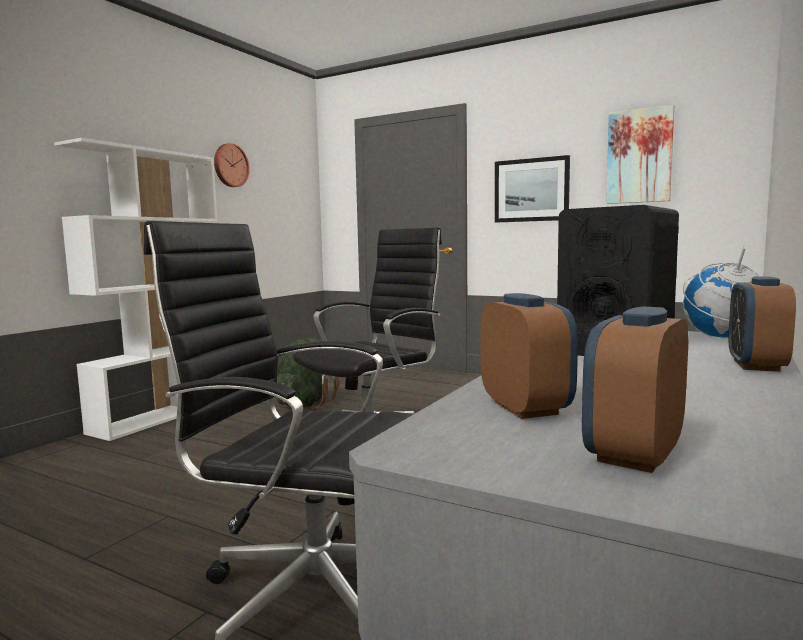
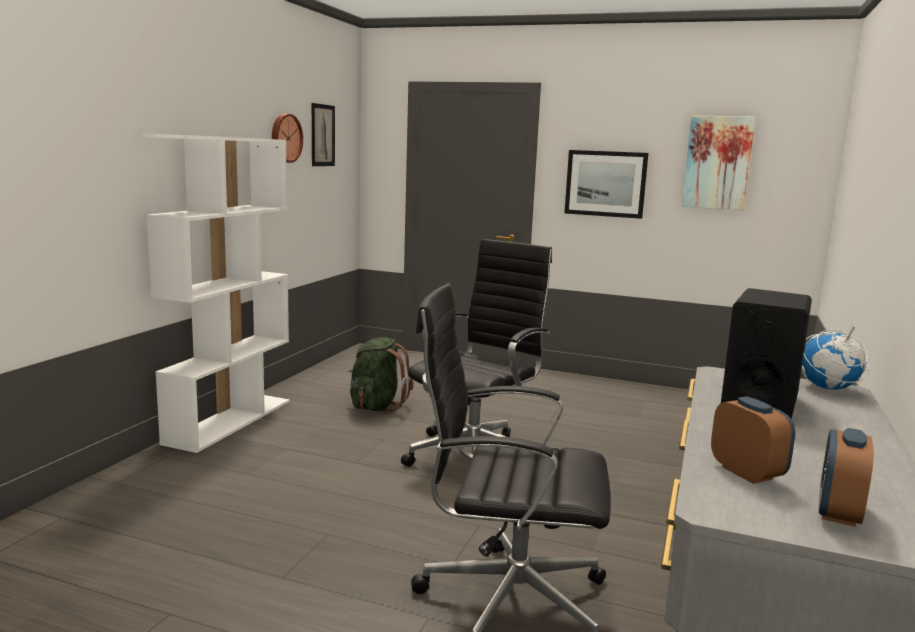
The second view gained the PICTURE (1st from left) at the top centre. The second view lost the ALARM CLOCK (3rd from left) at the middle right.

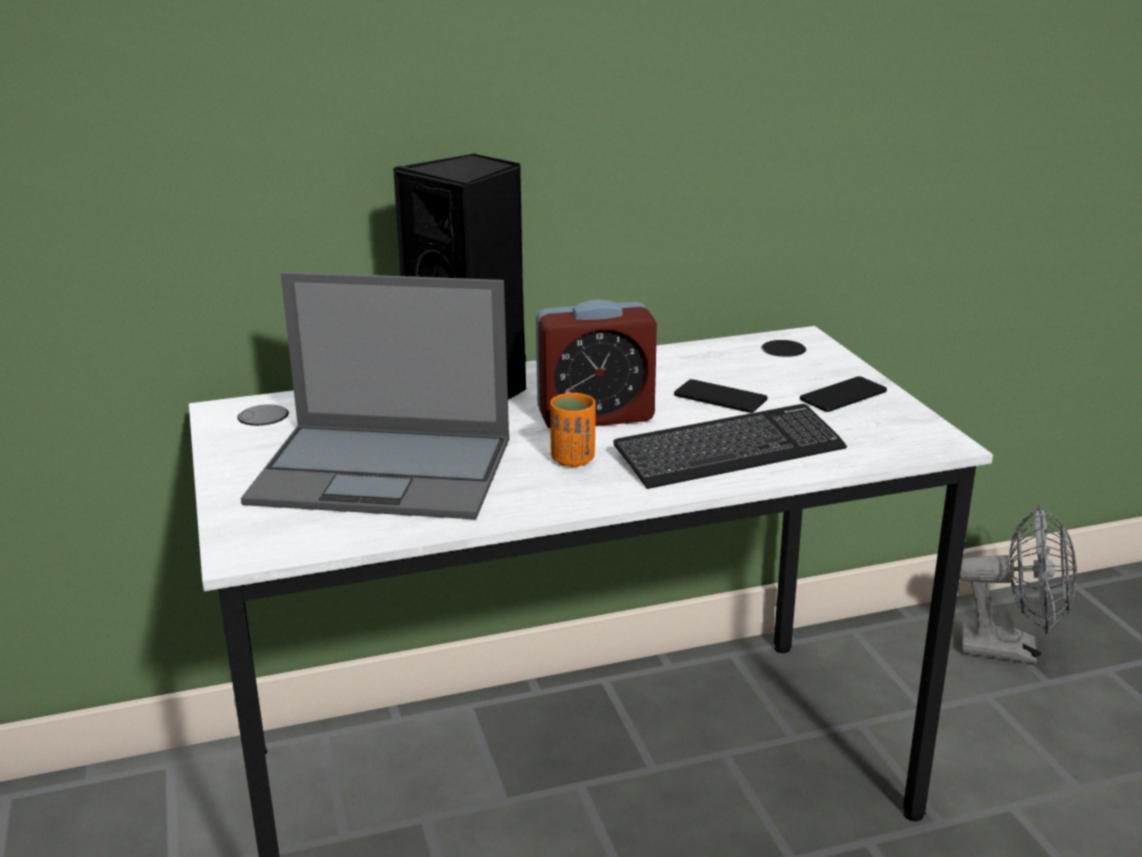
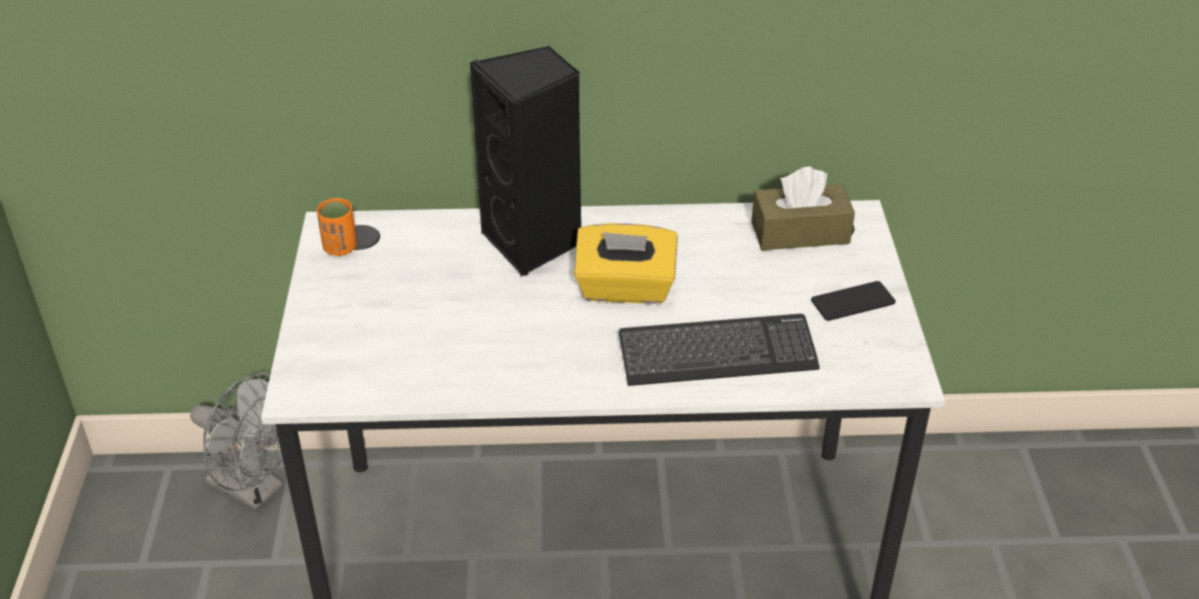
The GREY FAN ended up elsewhere, having gone from the bottom right to the bottom left. The ORANGE CUP ended up elsewhere, having gone from the centre to the middle left. Where the ALARM CLOCK stood at the centre, the YELLOW TISSUE BOX came to stand at the centre. The second view gained the BROWN TISSUE BOX at the middle right. The second view lost the LAPTOP at the middle left. The second view lost the PHONE (1st from left) at the centre.

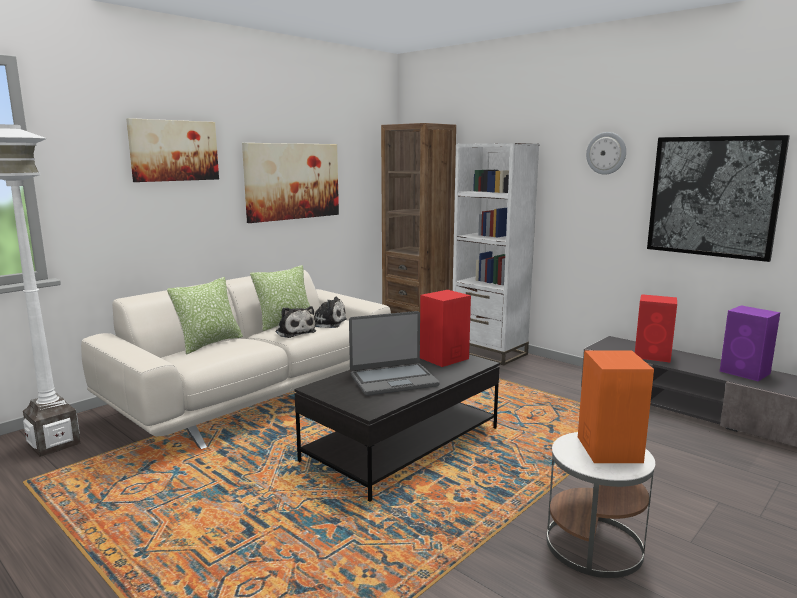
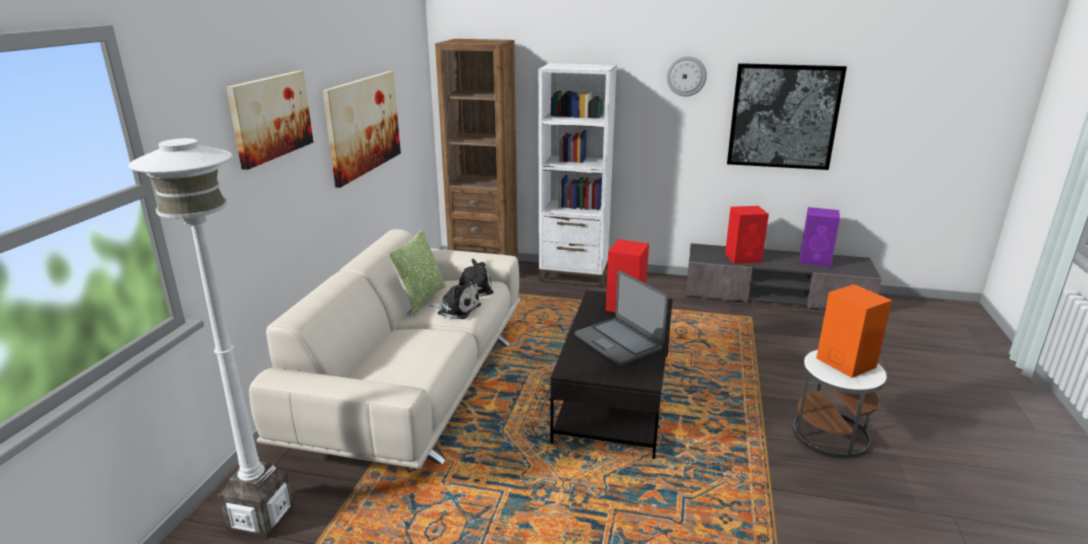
The LAPTOP at the centre ended up facing another way, 105 degrees clockwise from before. The second view lost the PILLOW (1st from left) at the middle left.

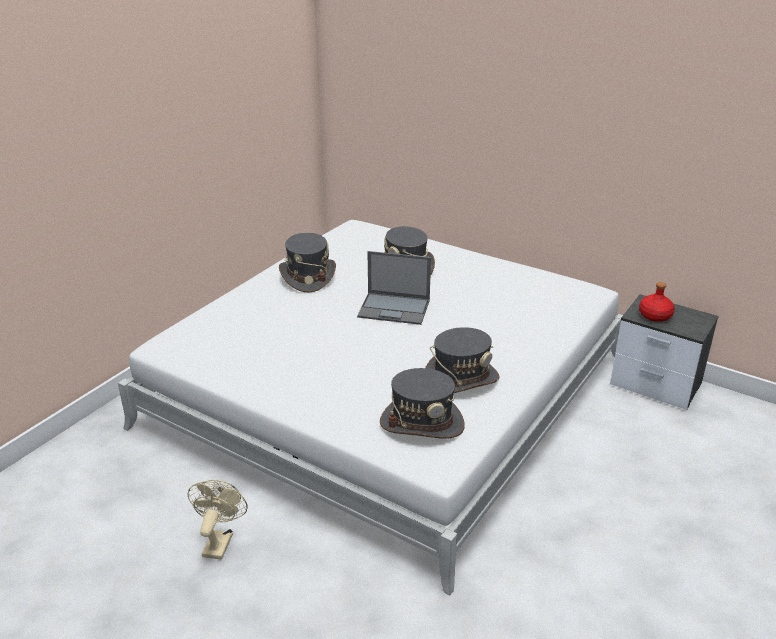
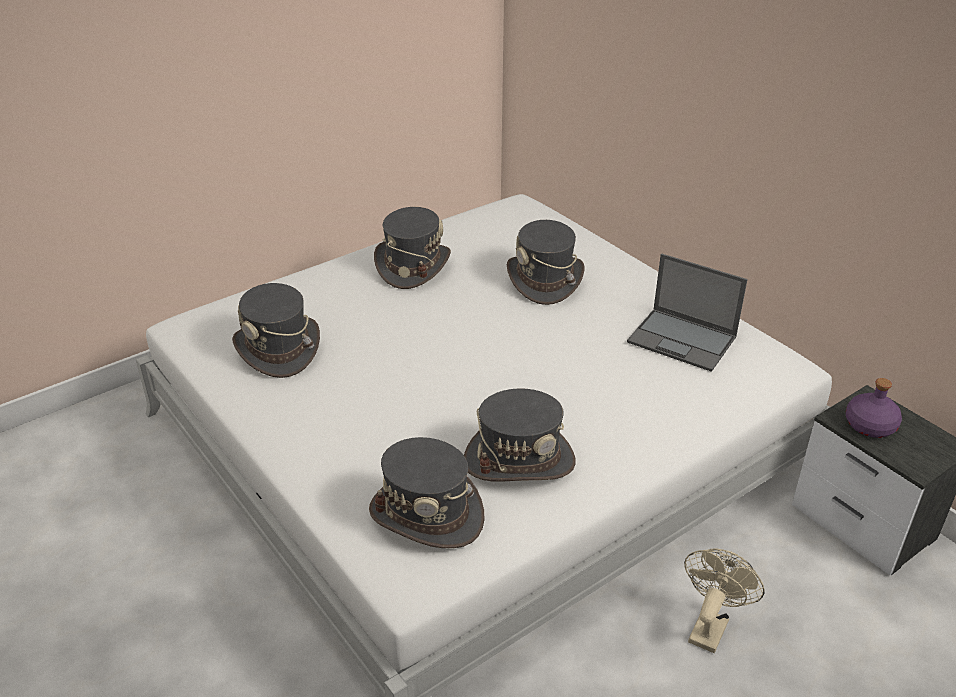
The second view gained the GREY HAT (1st from left) at the middle left. The LAPTOP ended up elsewhere, having gone from the centre to the middle right. The BEIGE FAN ended up elsewhere, having gone from the bottom left to the bottom right. What was the RED BOTTLE at the middle right turned into the PURPLE BOTTLE at the middle right.

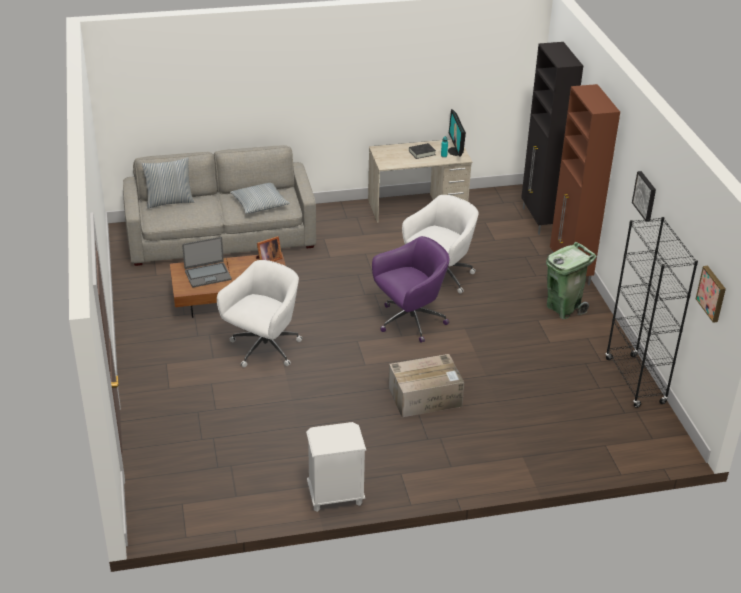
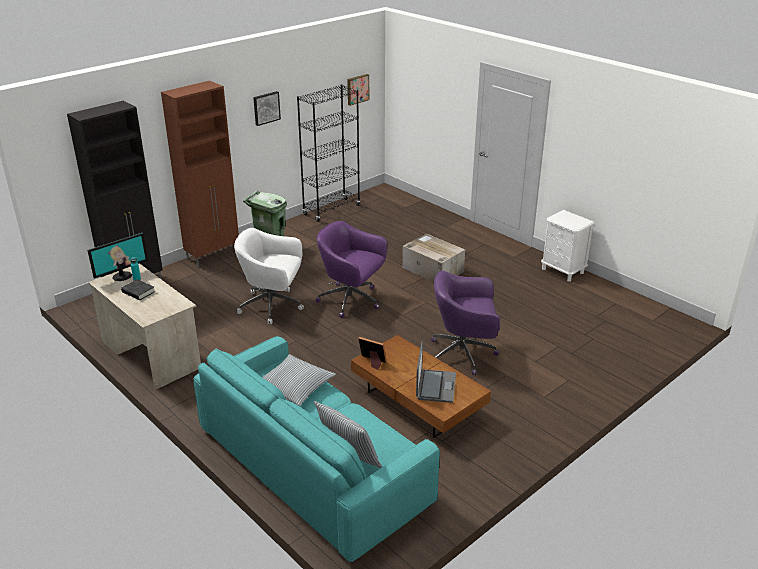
What was the GREY SOFA at the middle left turned into the TURQUOISE SOFA at the bottom centre. The LAPTOP at the middle left ended up facing another way, 60 degrees clockwise from before. What was the WHITE OFFICE CHAIR (1st from left) at the centre turned into the PURPLE OFFICE CHAIR (2nd from left) at the centre.

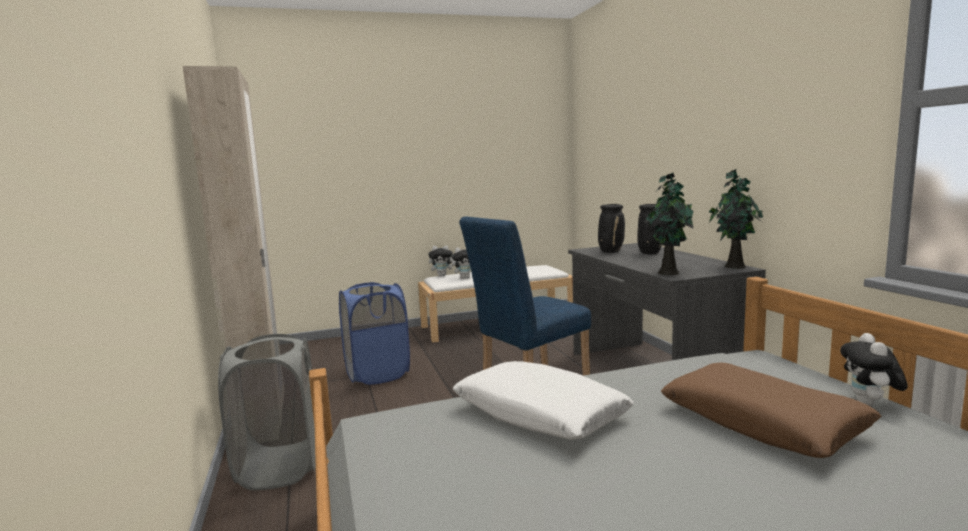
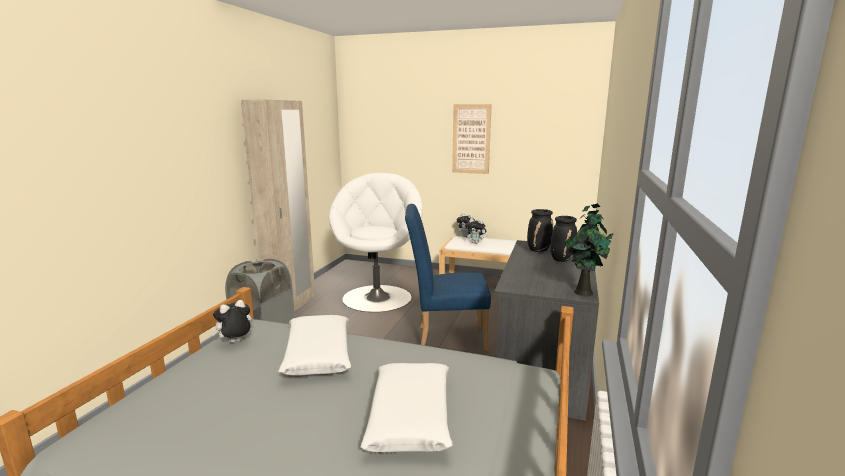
The PLUSH TOY (3rd from left in the first image) ended up elsewhere, having gone from the bottom right to the bottom left. Where the BLUE LAUNDRY BASKET stood at the centre, the WHITE ARMCHAIR came to stand at the centre. What was the BROWN PILLOW at the bottom right turned into the WHITE PILLOW (2nd from left) at the bottom centre. The second view gained the PICTURE at the top centre. The second view lost the POTTED PLANT (1st from left) at the middle right.

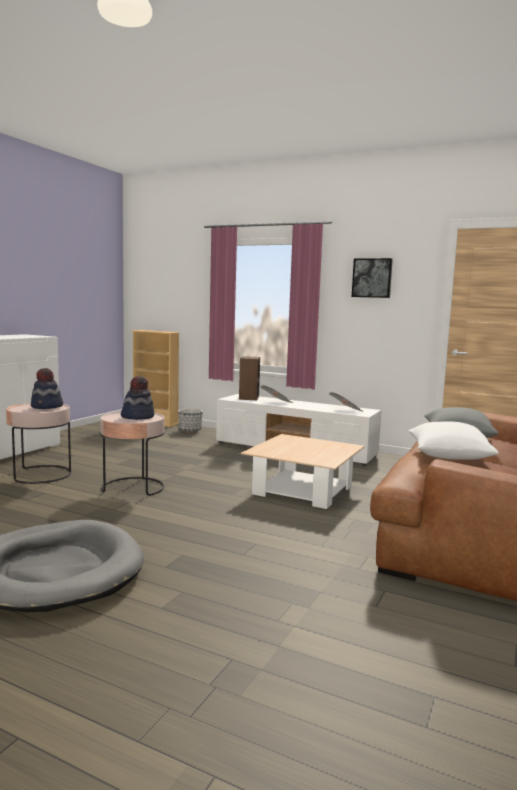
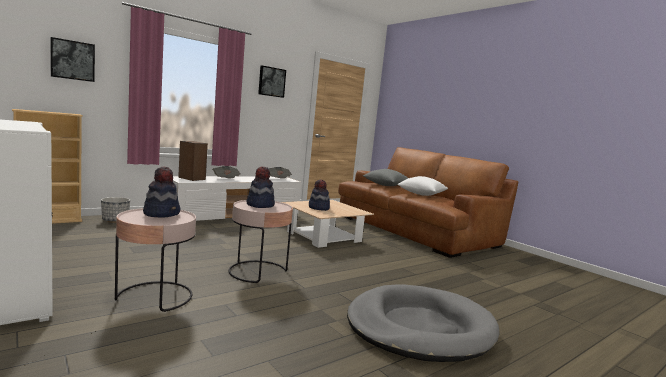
The second view gained the PICTURE (1st from left) at the top left. The second view gained the HAT (3rd from left) at the centre.

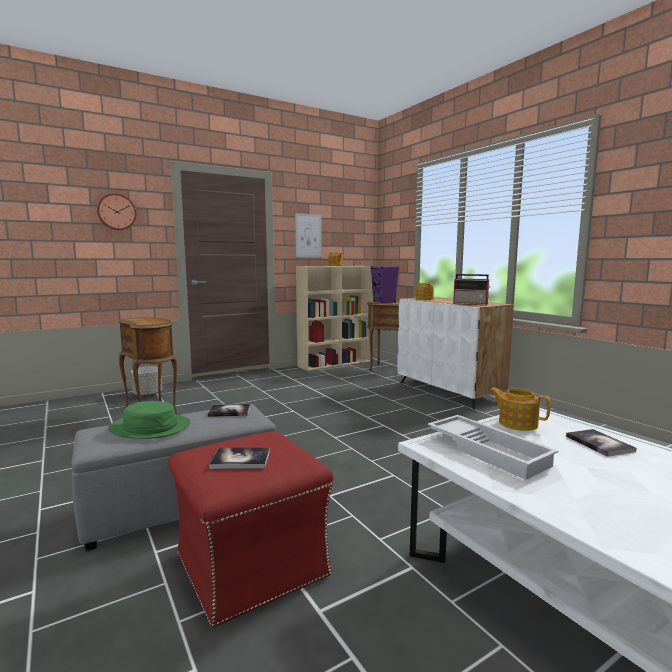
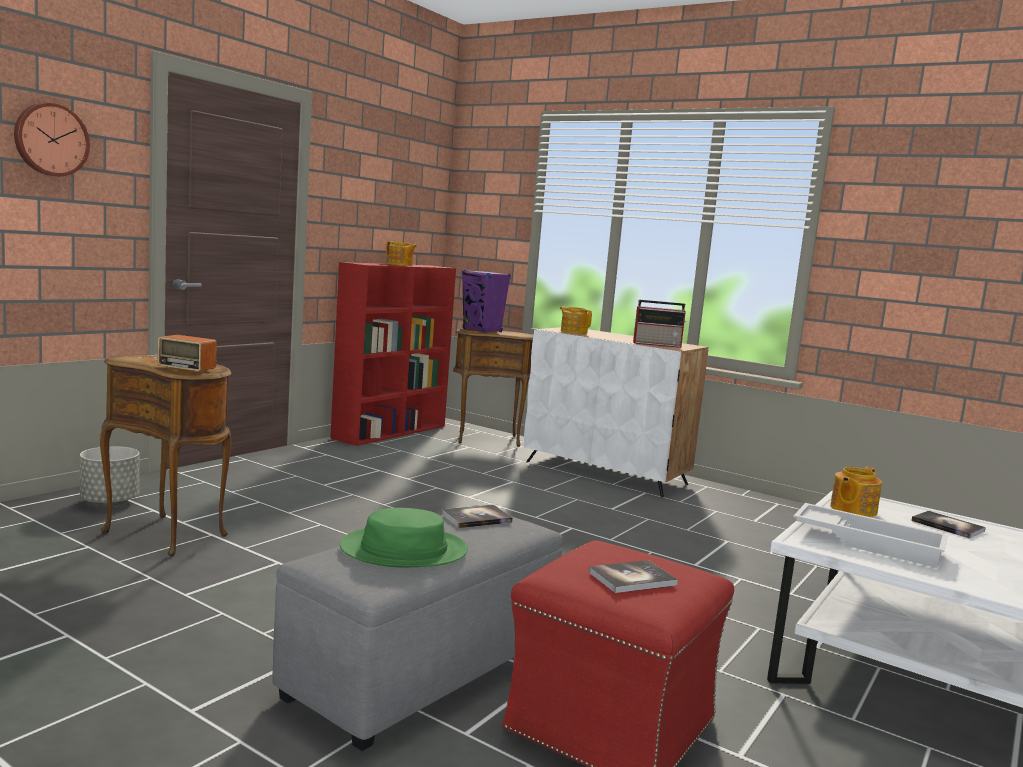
The second view gained the RADIO (1st from left) at the middle left. What was the BEIGE BOOKCASE at the centre turned into the RED BOOKCASE at the centre. The TEAPOT (3rd from left) at the middle right ended up facing another way, 60 degrees counterclockwise from before. The second view lost the PICTURE at the centre.

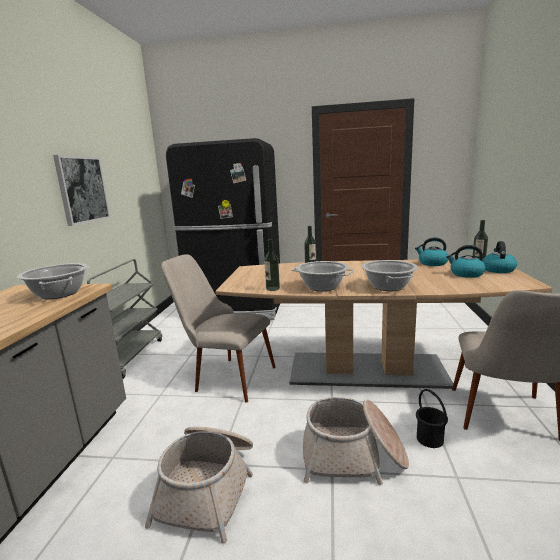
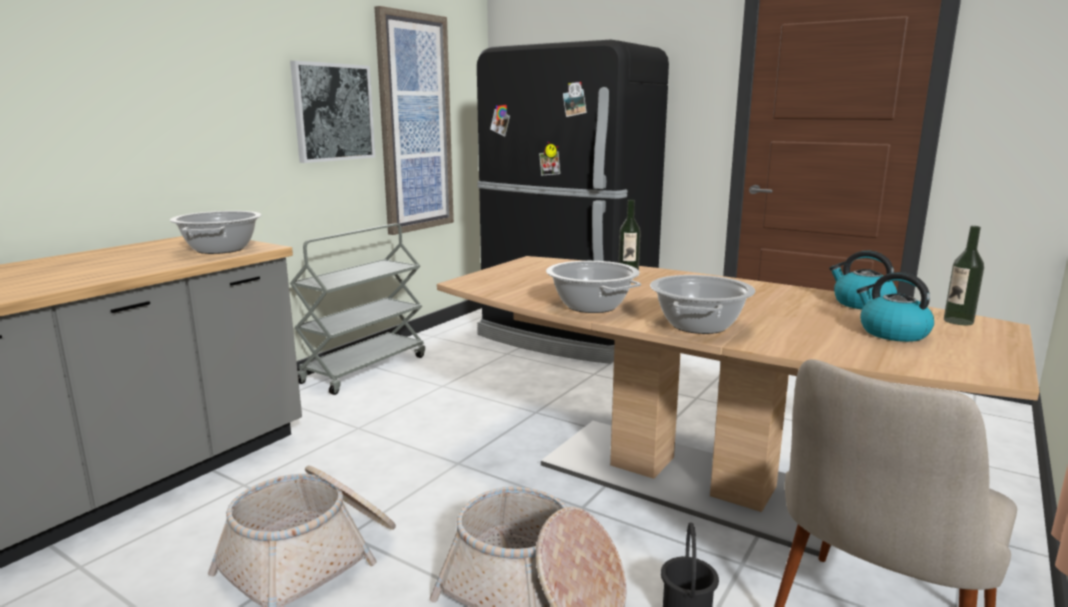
The second view gained the PICTURE (2nd from left) at the top centre. The second view lost the BEIGE CHAIR (1st from left) at the centre. The second view lost the BOTTLE (1st from left) at the centre. The second view lost the KETTLE (3rd from left) at the middle right.

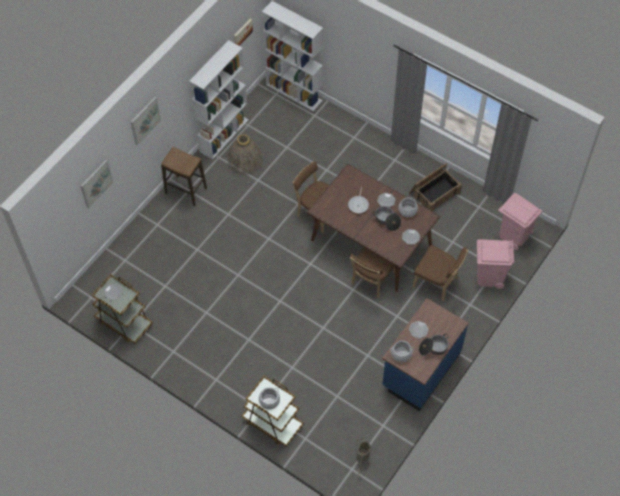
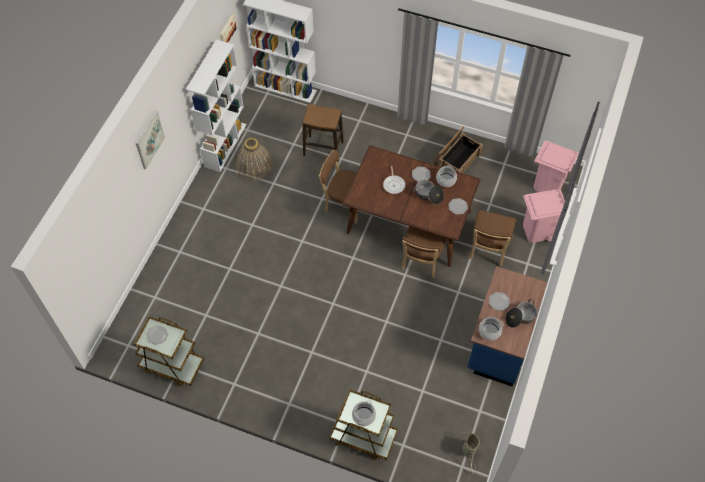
The STOOL ended up elsewhere, having gone from the middle left to the top centre. The BROWN CHAIR (3rd from left) at the middle right ended up facing another way, 90 degrees clockwise from before. The second view lost the PICTURE (1st from left) at the middle left.

